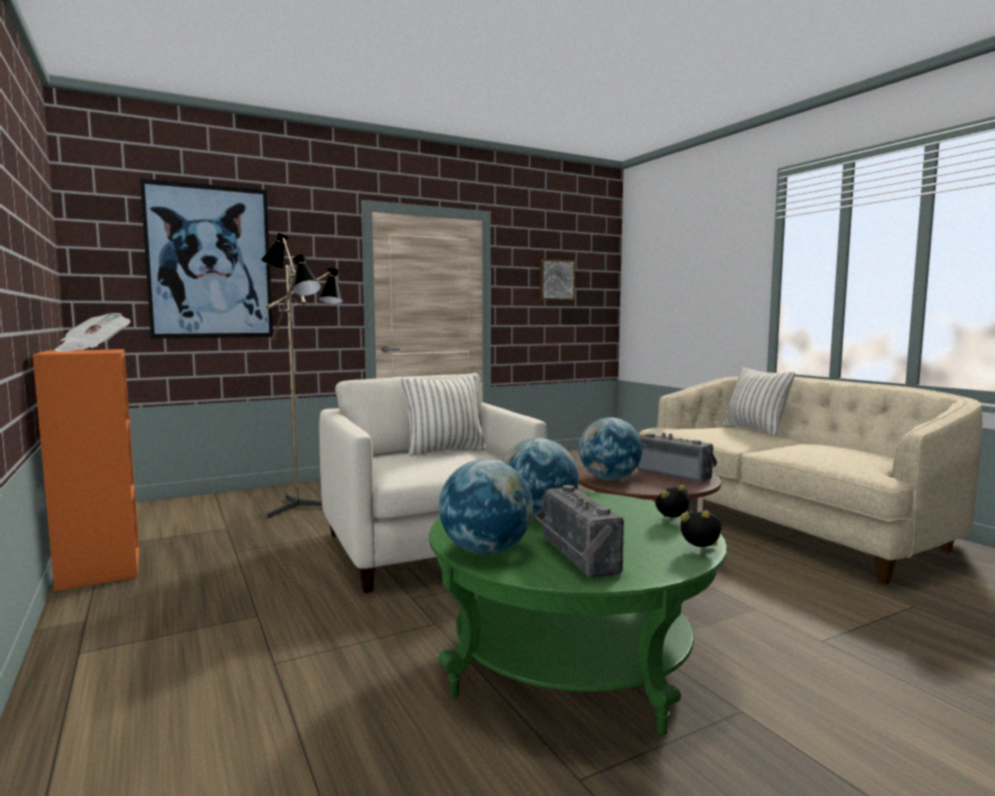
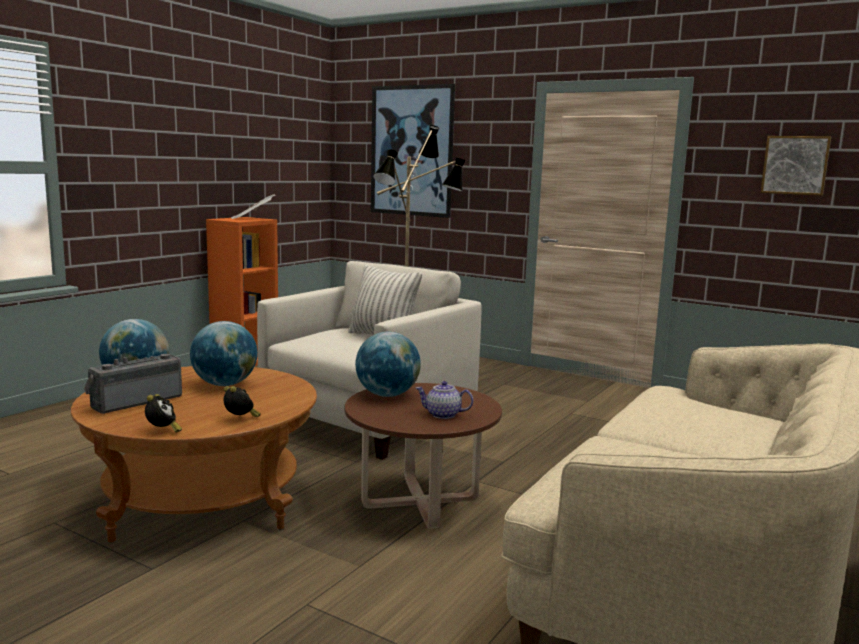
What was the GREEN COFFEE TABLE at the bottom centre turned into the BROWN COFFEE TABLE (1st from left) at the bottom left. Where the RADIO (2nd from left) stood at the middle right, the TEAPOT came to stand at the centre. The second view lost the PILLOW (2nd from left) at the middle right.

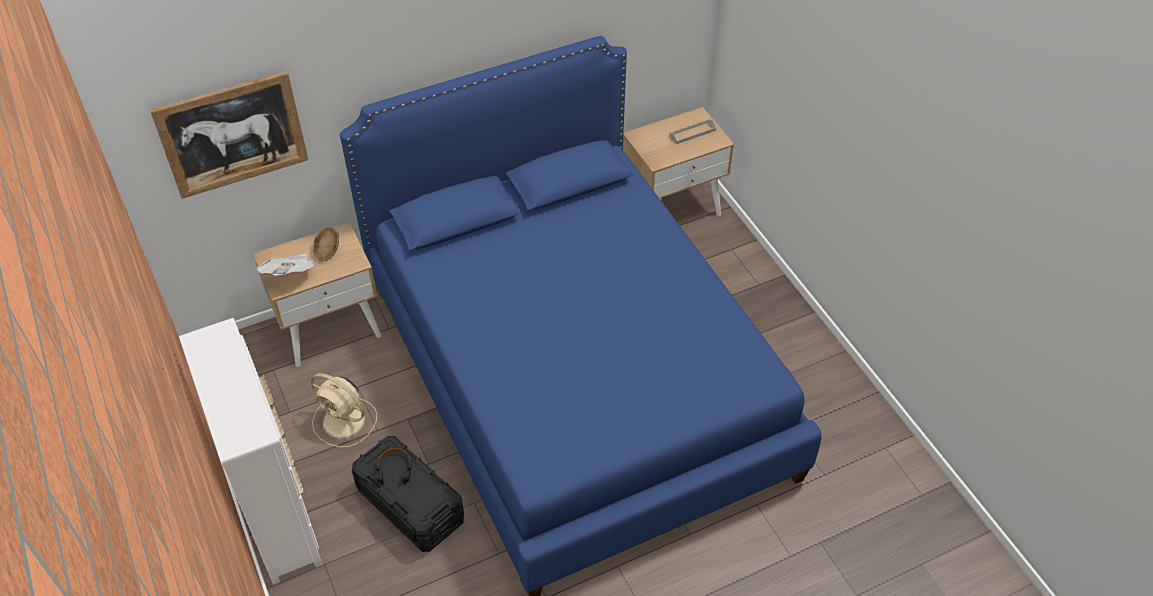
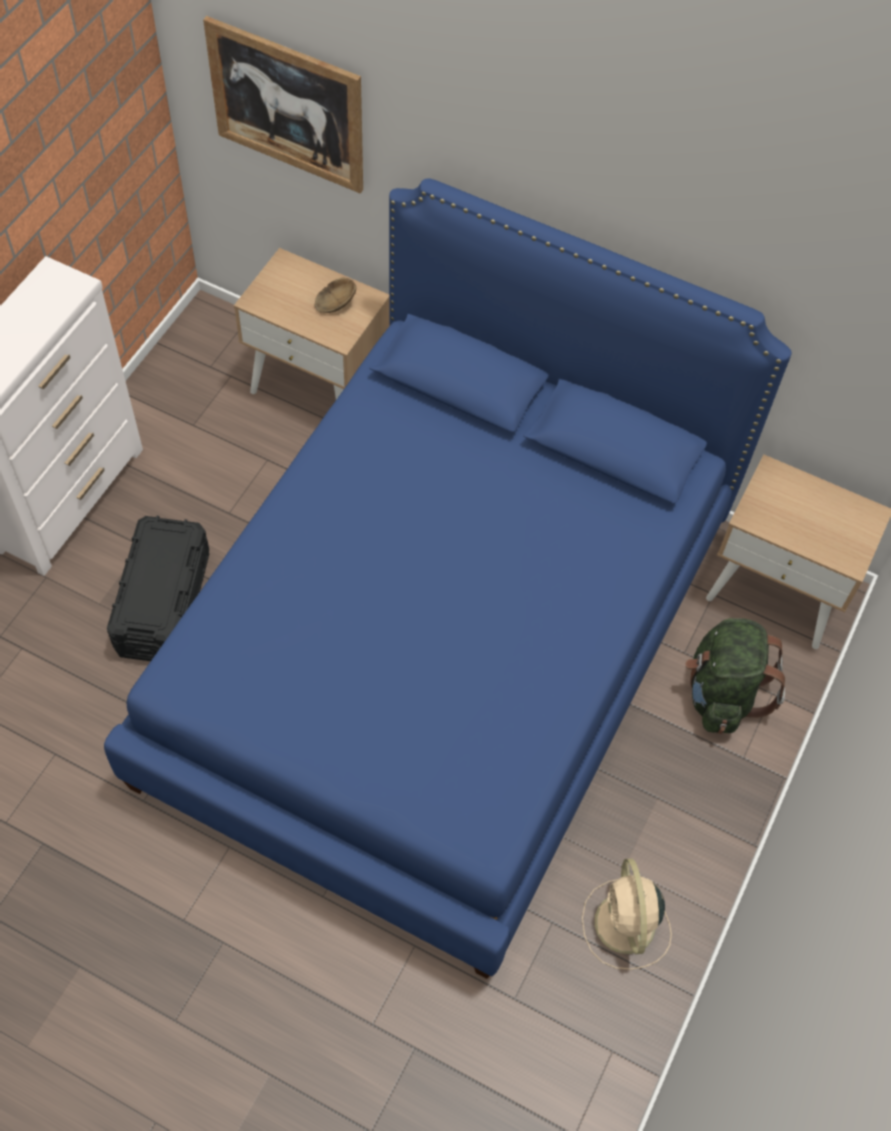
The BEIGE FAN ended up elsewhere, having gone from the bottom left to the bottom right. The second view gained the GREEN BACKPACK at the middle right. The second view lost the NEWSPAPER at the middle left. The second view lost the BLACK HEADPHONES at the bottom centre. The second view lost the GREY TRAY at the top centre.

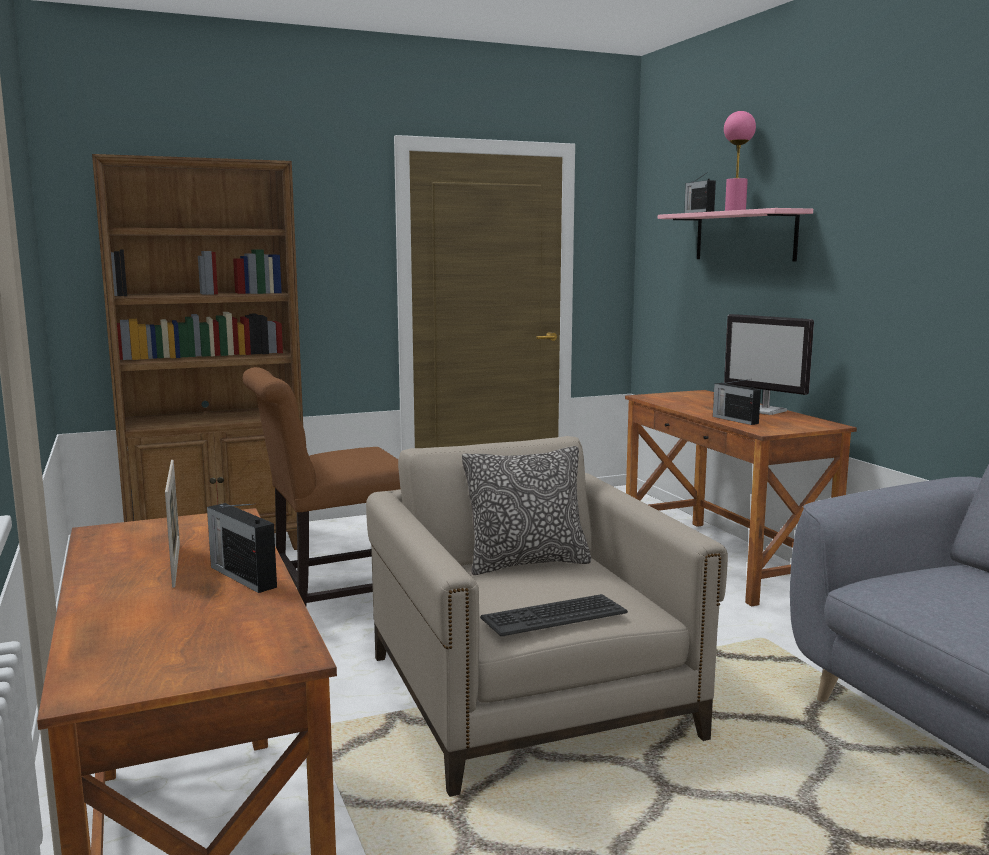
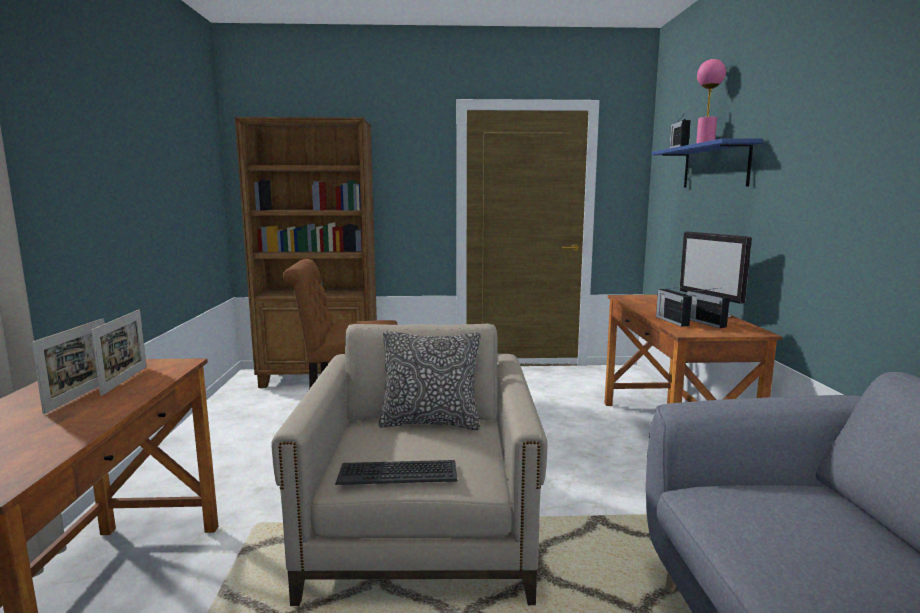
The second view gained the PICTURE FRAME (2nd from left) at the middle left. What was the PINK SHELF at the top right turned into the BLUE SHELF at the top right. The RADIO (1st from left in the first image) ended up elsewhere, having gone from the middle left to the middle right.

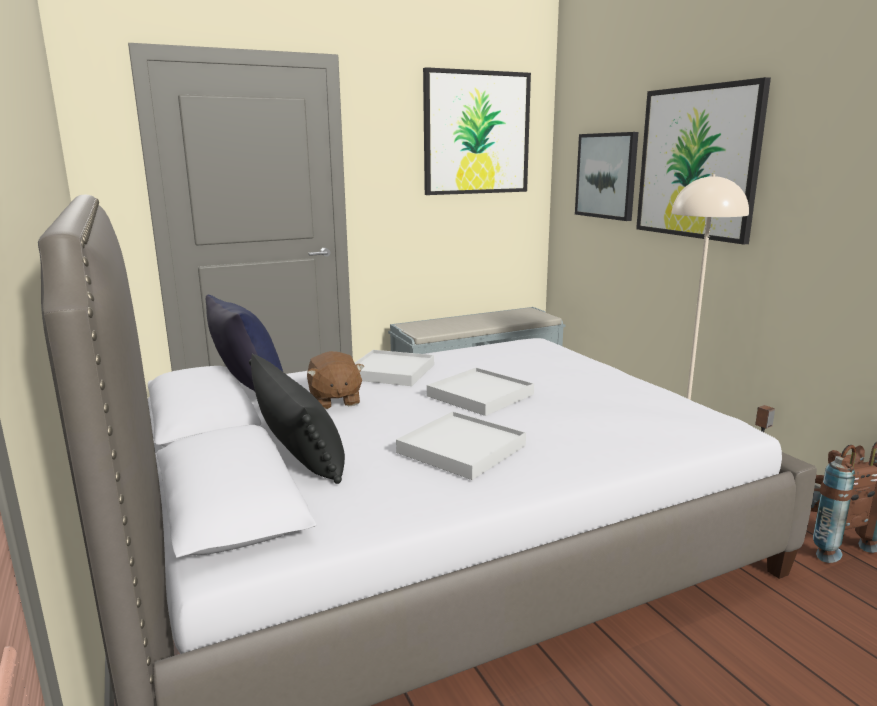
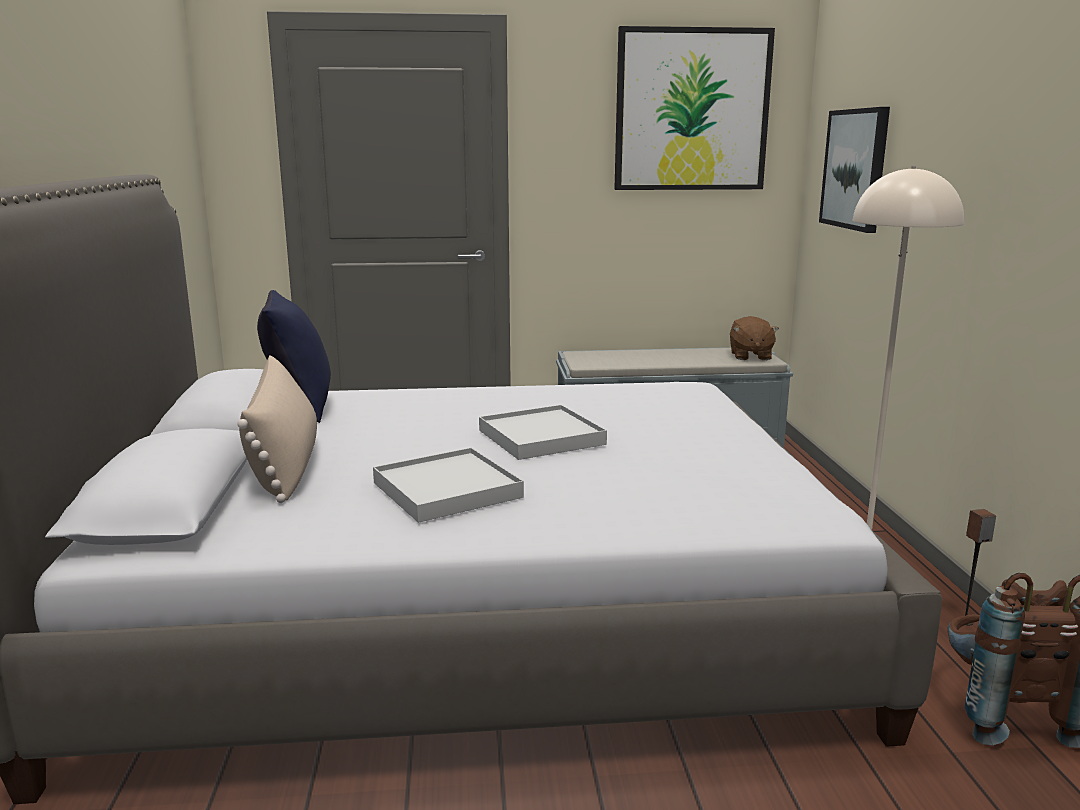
What was the BLACK PILLOW at the centre turned into the BEIGE PILLOW at the middle left. The BROWN PLUSH TOY ended up elsewhere, having gone from the centre to the middle right. The second view lost the WHITE TRAY (1st from left) at the centre. The second view lost the PICTURE (3rd from left) at the top right.

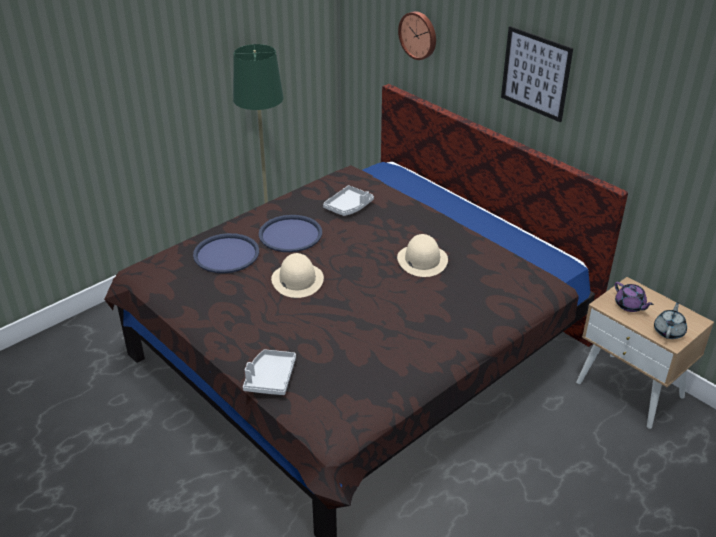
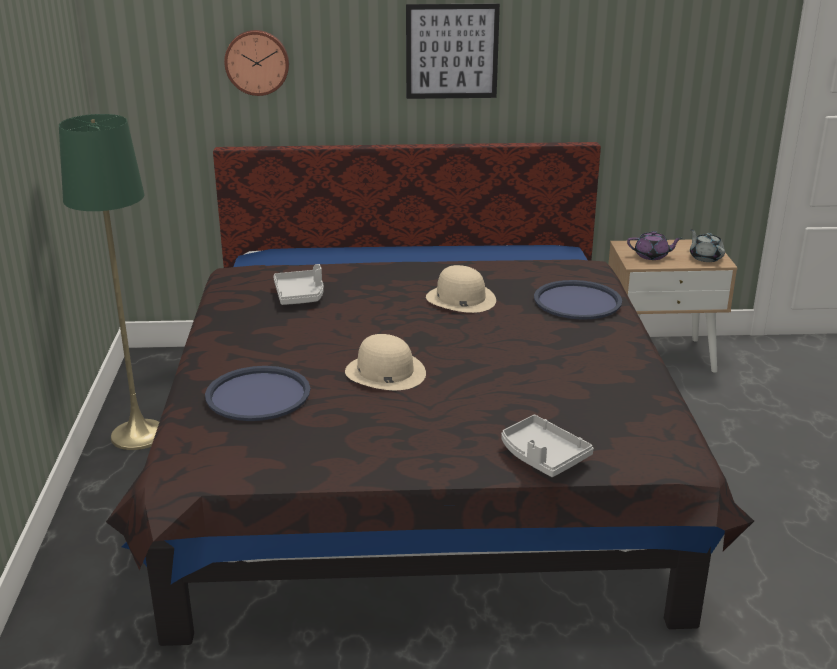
The BLUE TRAY (2nd from left) ended up elsewhere, having gone from the centre to the middle right.

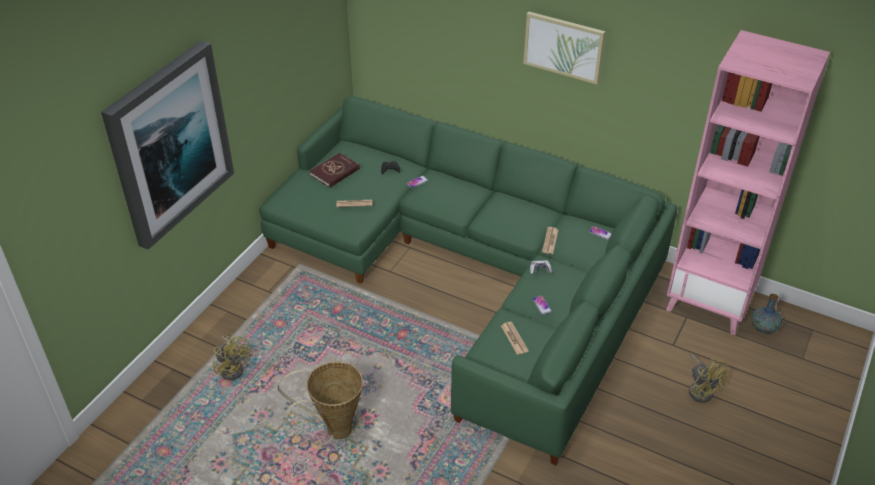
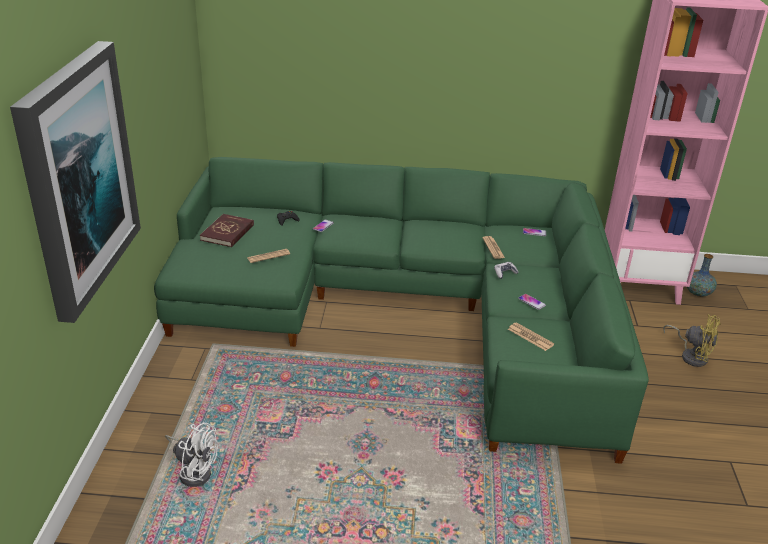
What was the YELLOW FAN (1st from left) at the bottom left turned into the WHITE FAN at the bottom left. The second view lost the BASKET at the bottom centre. The second view lost the PICTURE (2nd from left) at the top centre.

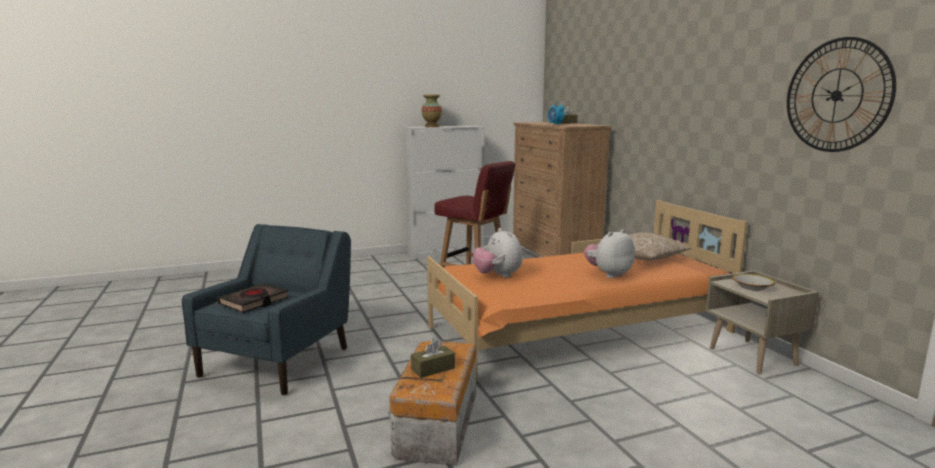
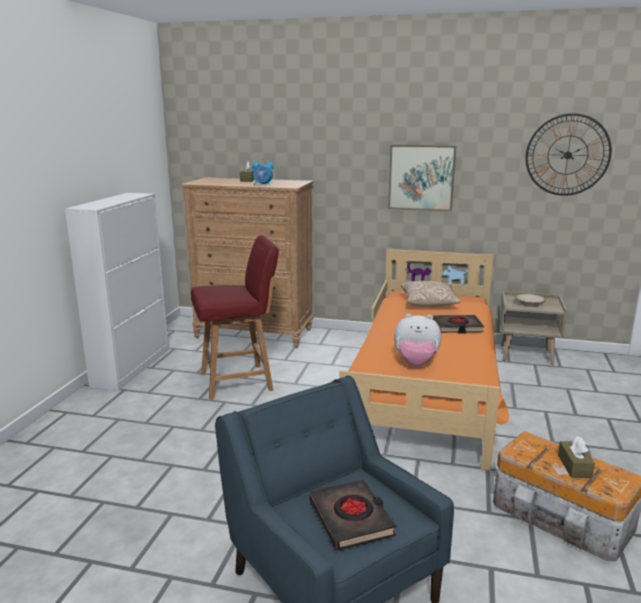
The second view gained the PICTURE at the top centre. Where the PLUSH TOY (2nd from left) stood at the centre, the BLACK BOOK (2nd from left) came to stand at the middle right. The second view lost the VASE at the top centre.

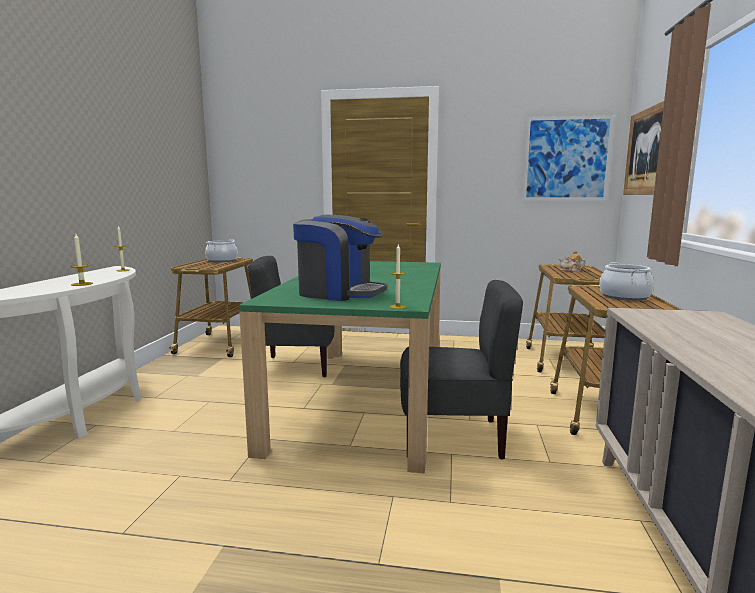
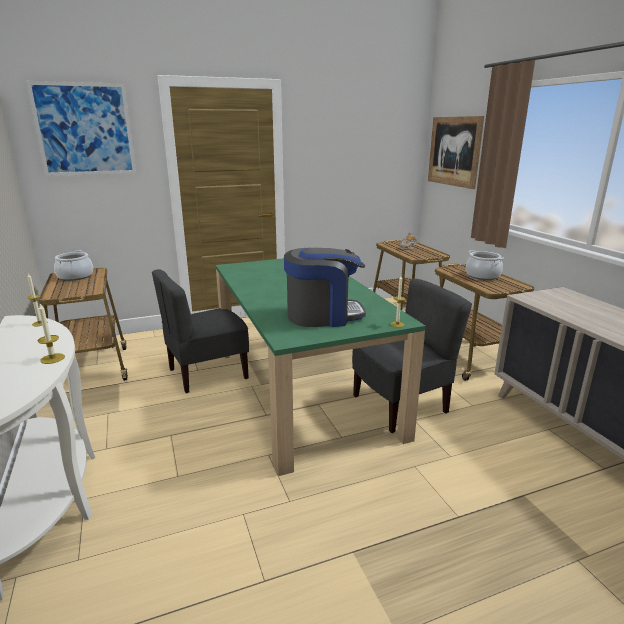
The PICTURE (1st from left) ended up elsewhere, having gone from the top right to the top left.

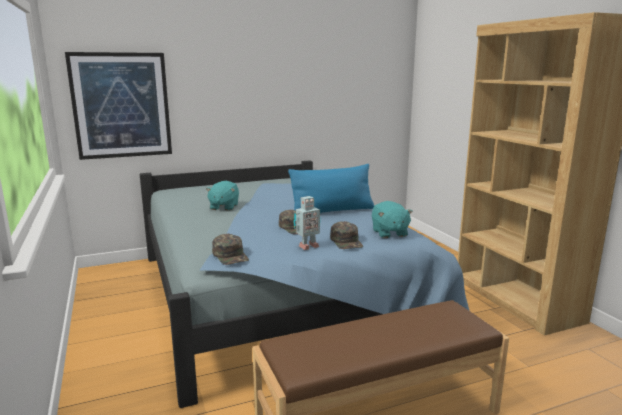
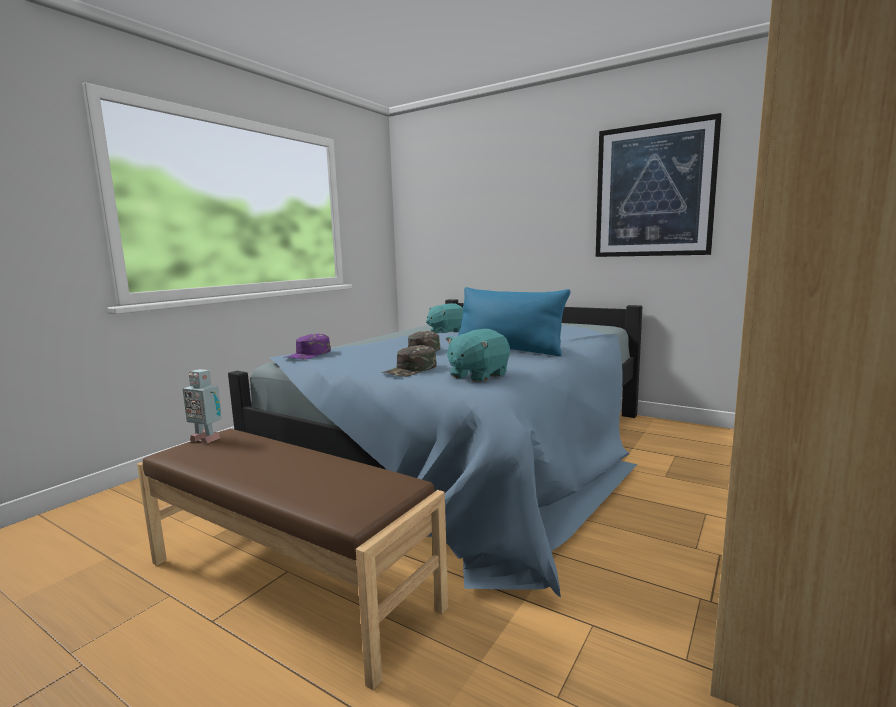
The TOY ROBOT ended up elsewhere, having gone from the centre to the middle left. What was the GREEN CAP (1st from left) at the centre turned into the PURPLE CAP at the centre. The PICTURE ended up elsewhere, having gone from the top left to the top right.

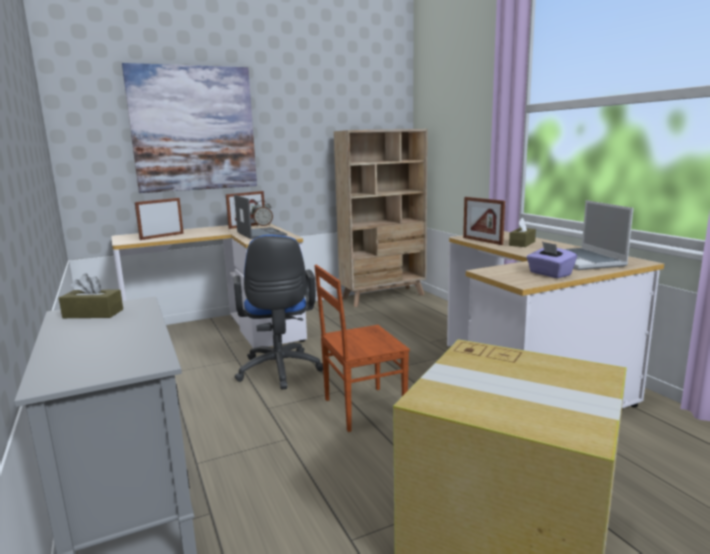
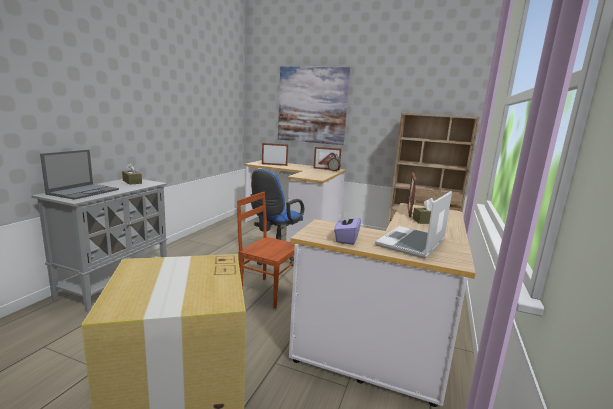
The LAPTOP (1st from left) ended up elsewhere, having gone from the centre to the middle left.

